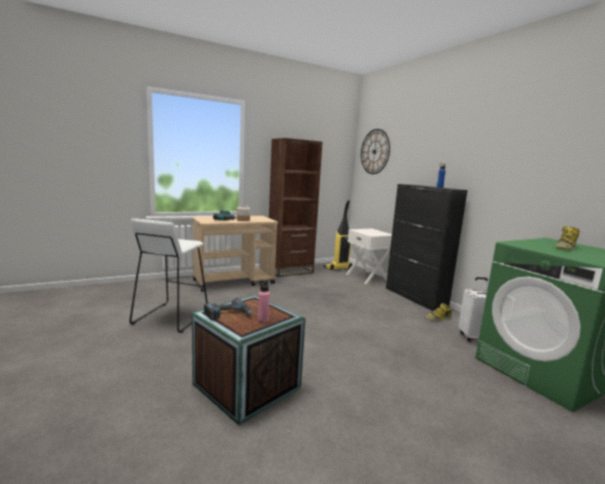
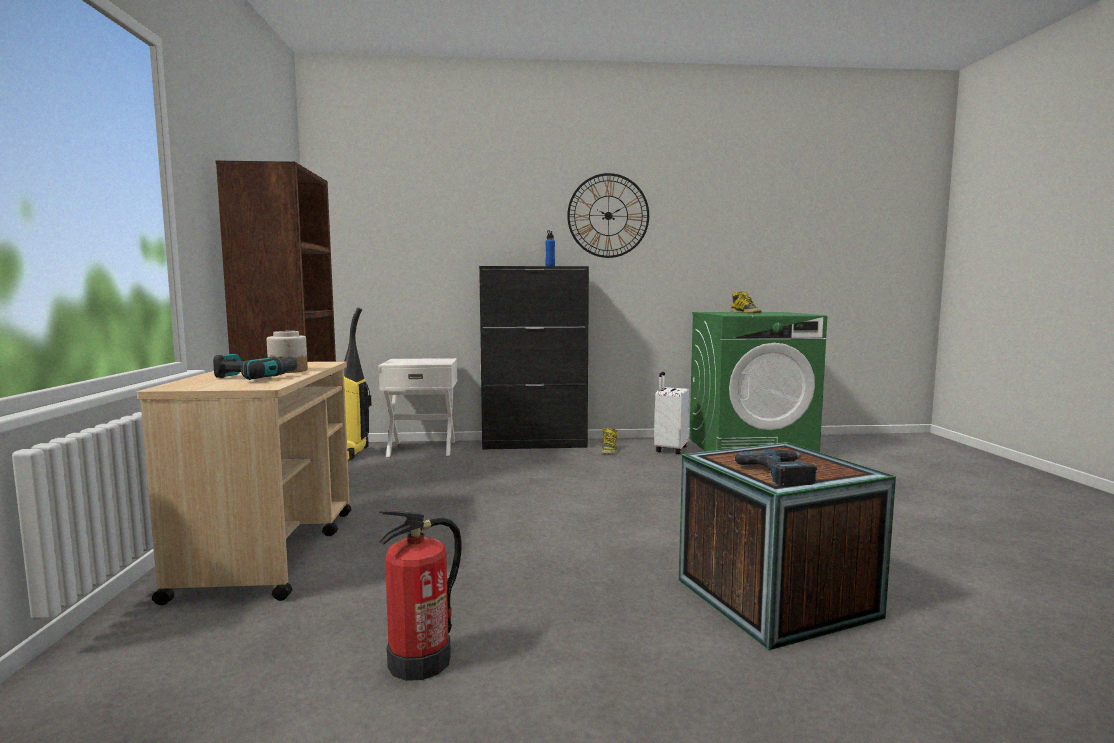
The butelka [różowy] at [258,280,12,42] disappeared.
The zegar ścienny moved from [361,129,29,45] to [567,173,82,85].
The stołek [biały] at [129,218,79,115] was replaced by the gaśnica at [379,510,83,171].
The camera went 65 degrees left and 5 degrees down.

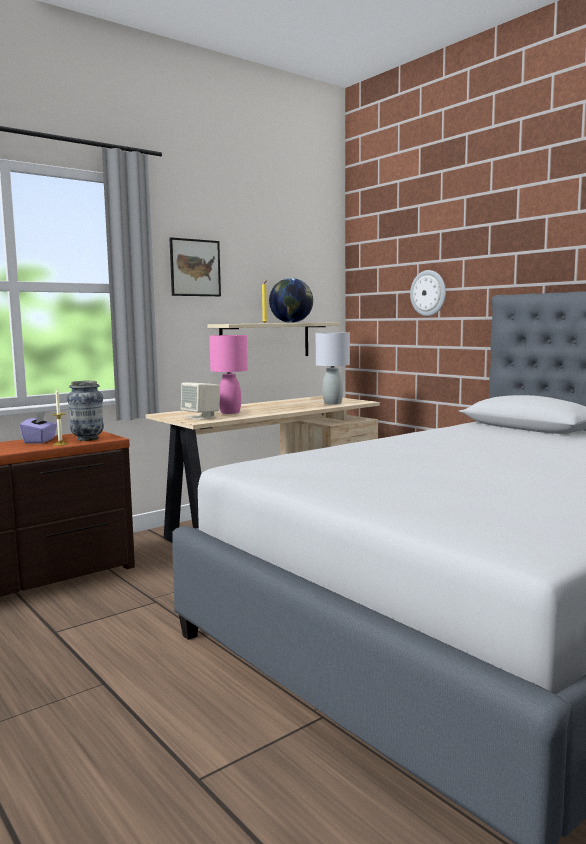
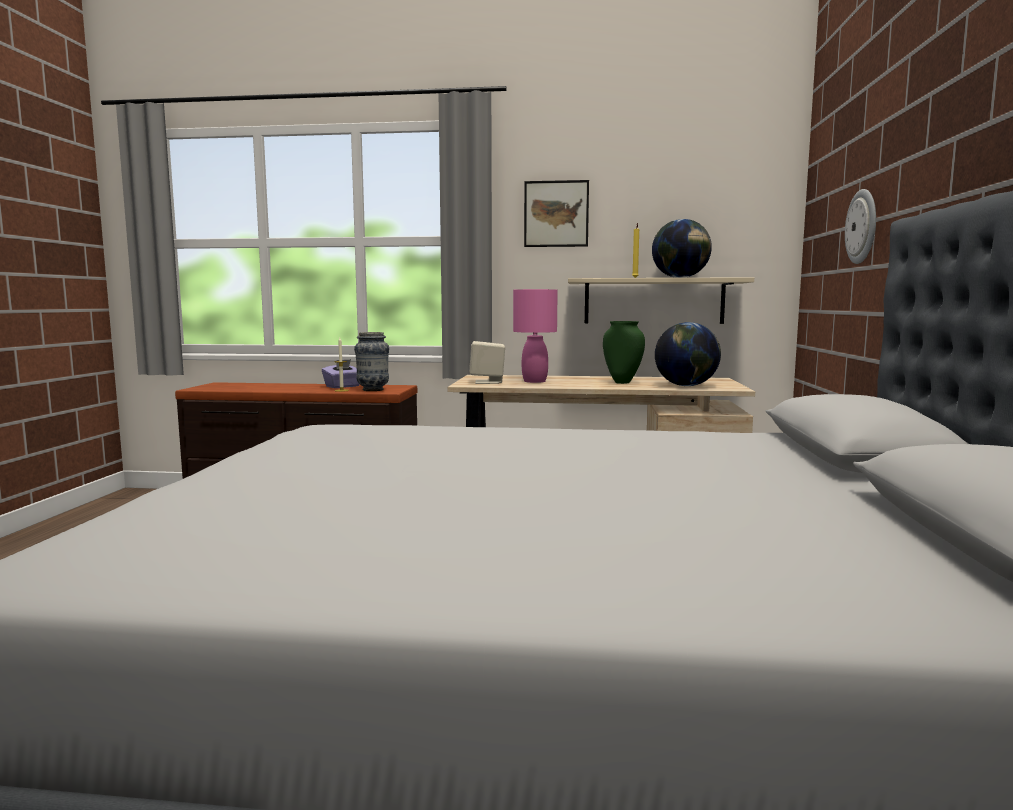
The wazon [zielony] at [603,321,42,63] appeared.
The lampa stołowa [szary] at [316,332,34,73] was replaced by the globus at [655,322,66,64].
The camera went 45 degrees right and 0 degrees up.

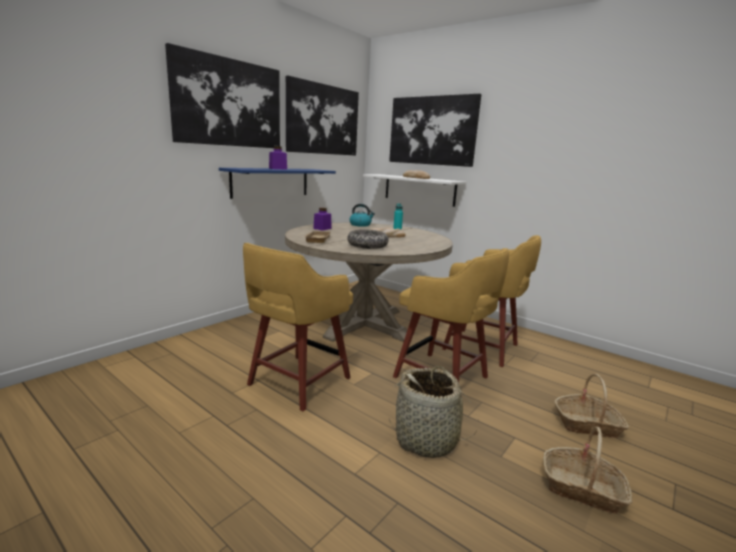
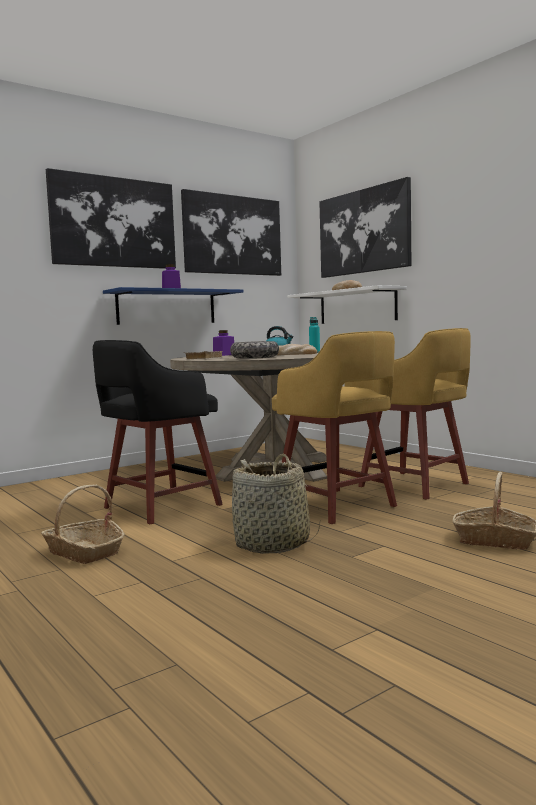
The koszyk moved from [543,426,90,88] to [41,485,84,79].
The stołek [żółty] at [243,243,110,168] became the stołek [czarny] at [93,340,130,184].
The camera went 15 degrees right and 10 degrees down.

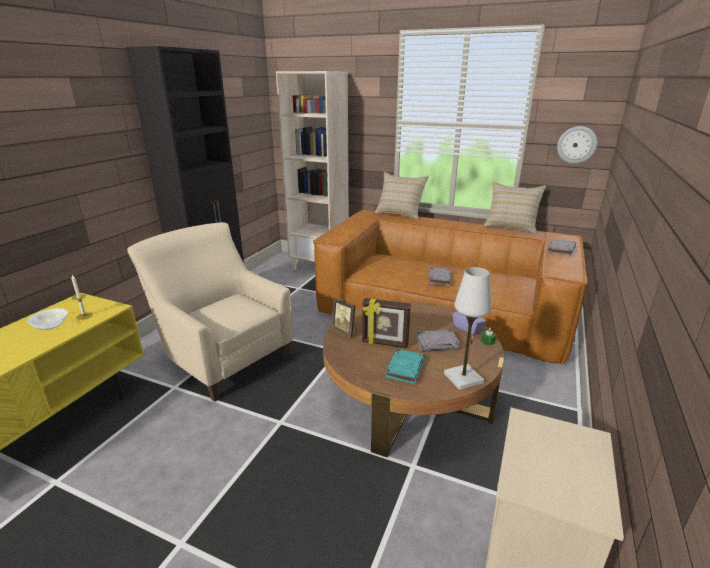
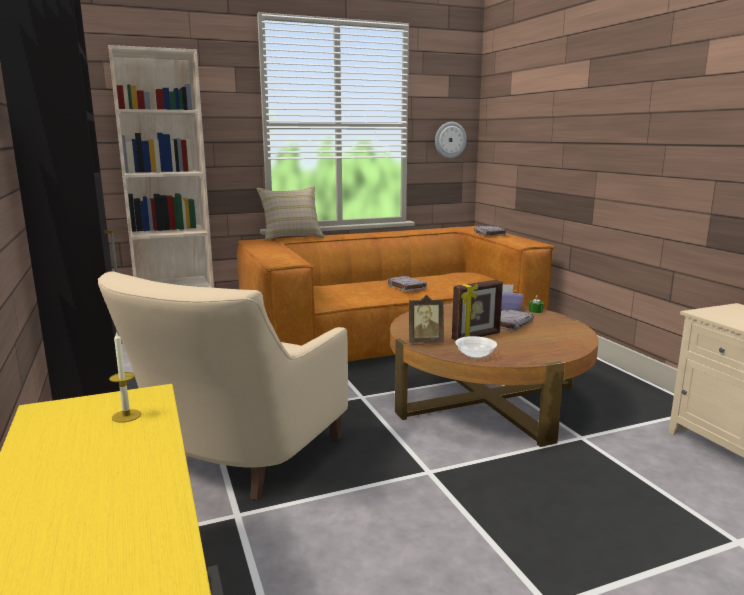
The książka [turkusowy] at [386,349,39,35] disappeared.
The lampa stołowa [biały] at [444,267,47,123] disappeared.
The poduszka [beżowy] at [484,181,62,53] disappeared.
The miska moved from [27,308,41,22] to [455,336,42,23].
The fotel [beżowy] at [127,222,166,180] turned 60 degrees counterclockwise.
The camera went 45 degrees left and 10 degrees down.

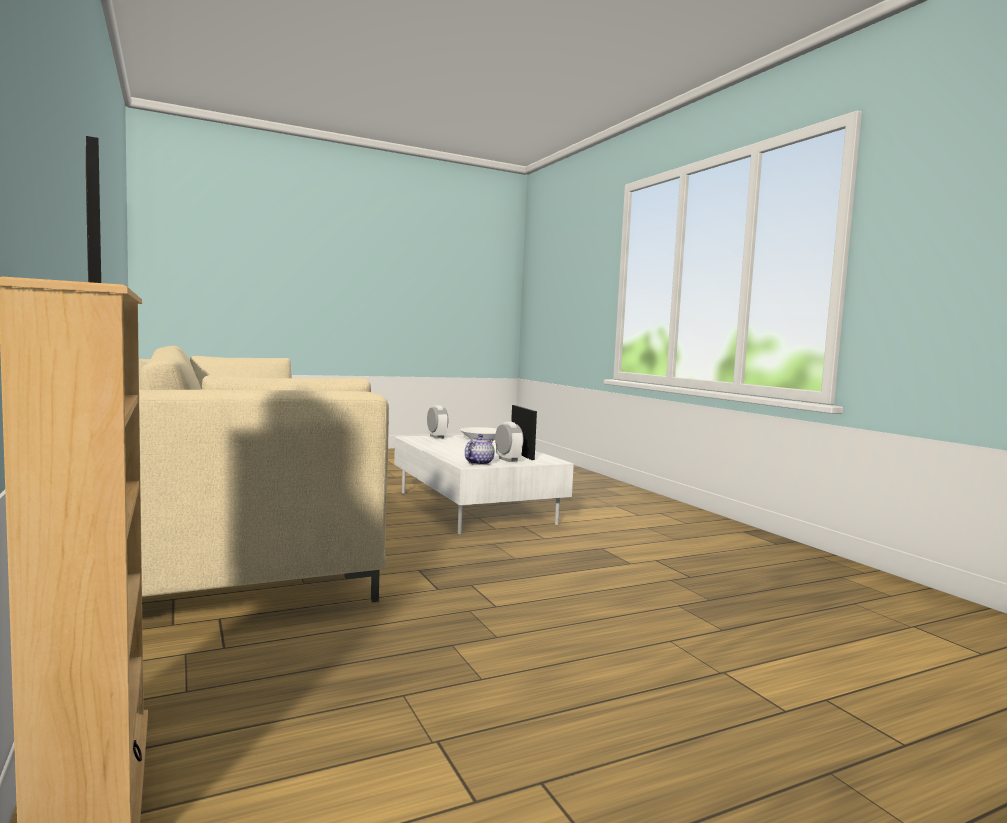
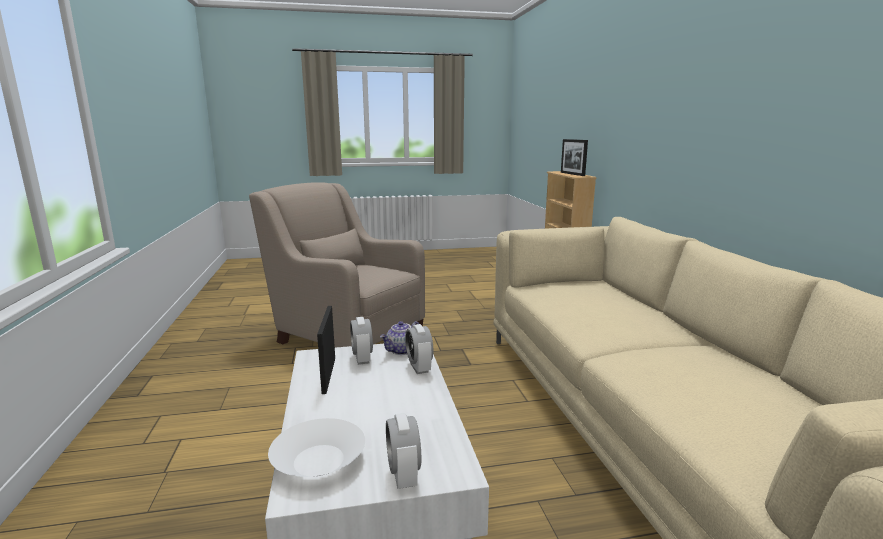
The fotel [beżowy] at [249,182,176,166] appeared.
The budzik at [405,324,29,50] appeared.
The camera went 165 degrees left and 10 degrees up.

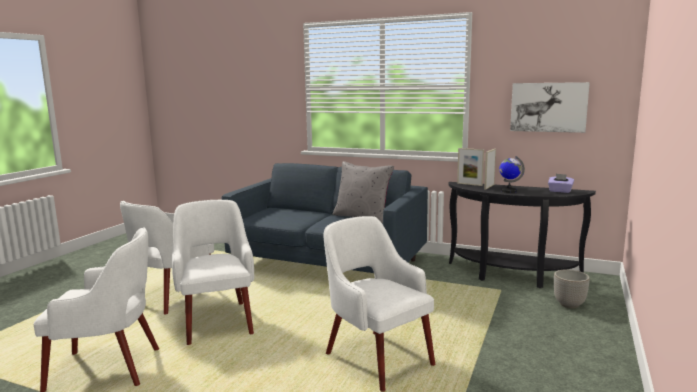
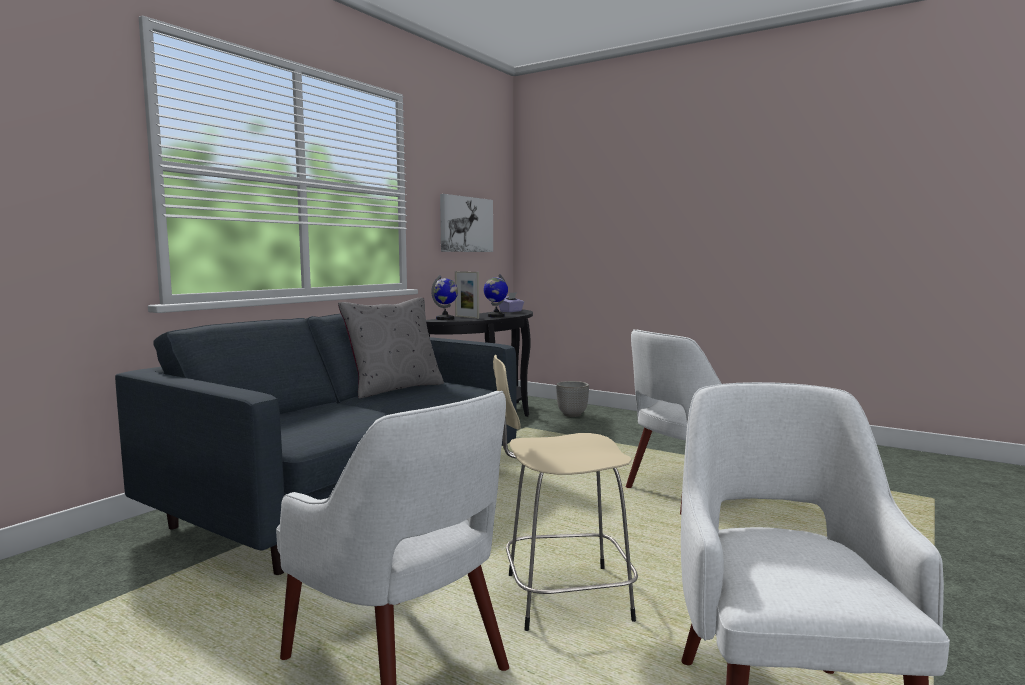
The fotel [biały] at [172,200,82,145] was replaced by the stołek [beżowy] at [493,355,145,276].
The ramka na zdjęcie at [457,148,27,38] was replaced by the globus at [431,275,27,45].
The camera went 80 degrees left and 5 degrees down.

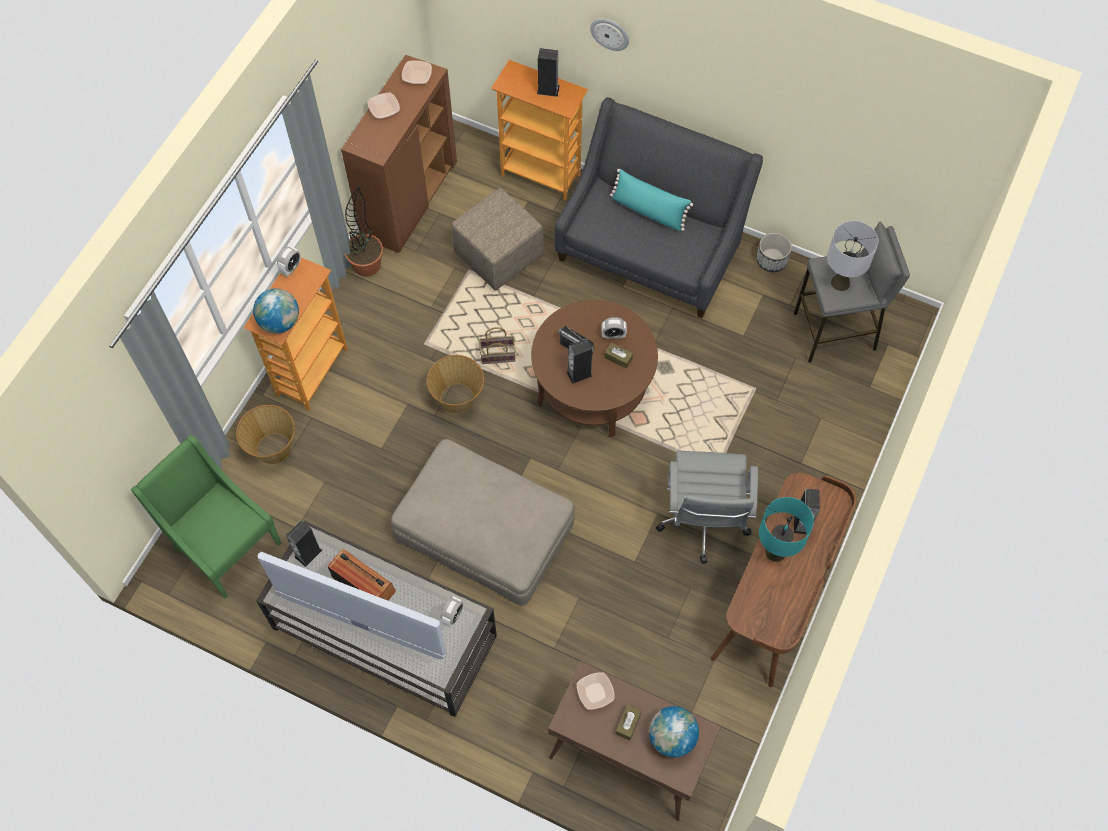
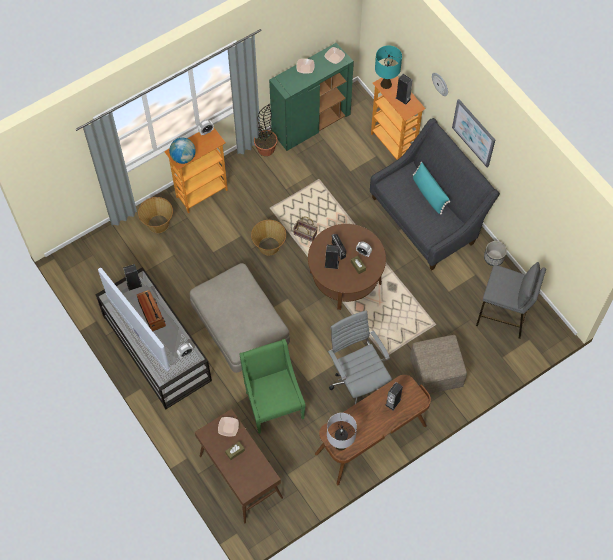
The globus at [649,706,50,51] disappeared.
The obraz at [452,99,43,69] appeared.
The fotel [zielony] moved from [131,435,150,164] to [239,339,67,95].
The pufa [beżowy] moved from [452,188,91,103] to [410,335,57,59].
The lampa stołowa [turkusowy] moved from [759,497,55,65] to [375,45,27,44].
The lampa stołowa [szary] moved from [827,221,51,70] to [327,413,30,38].
The szafka [brązowy] at [341,55,116,198] became the szafka [zielony] at [269,43,85,108].
The krzesło biurowe [szary] at [656,451,102,113] turned 120 degrees clockwise.
The camera went 30 degrees right and 0 degrees up.

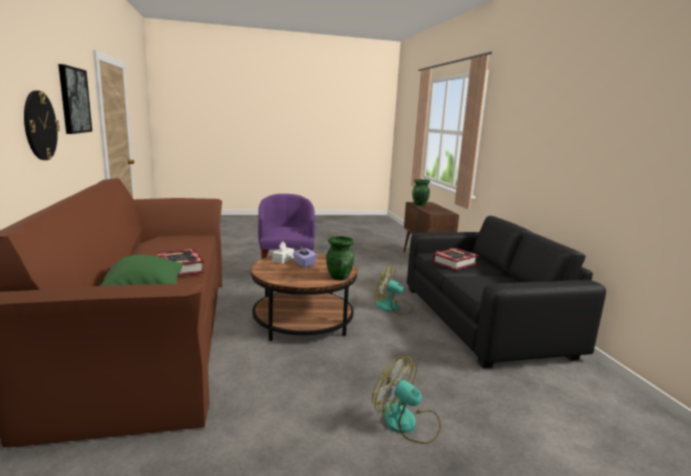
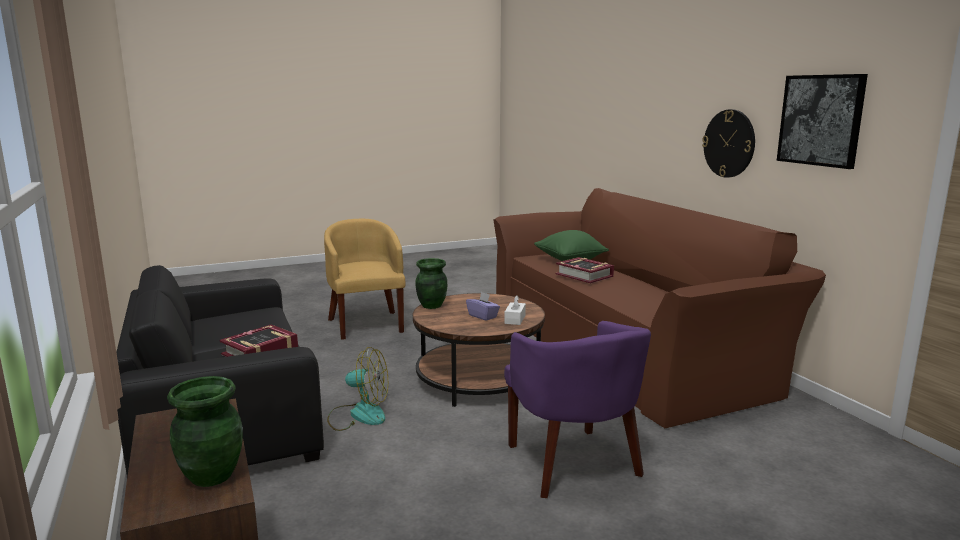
The wentylator at [372,356,69,88] was replaced by the fotel [żółty] at [324,219,82,121].
The camera went 170 degrees right and 0 degrees up.

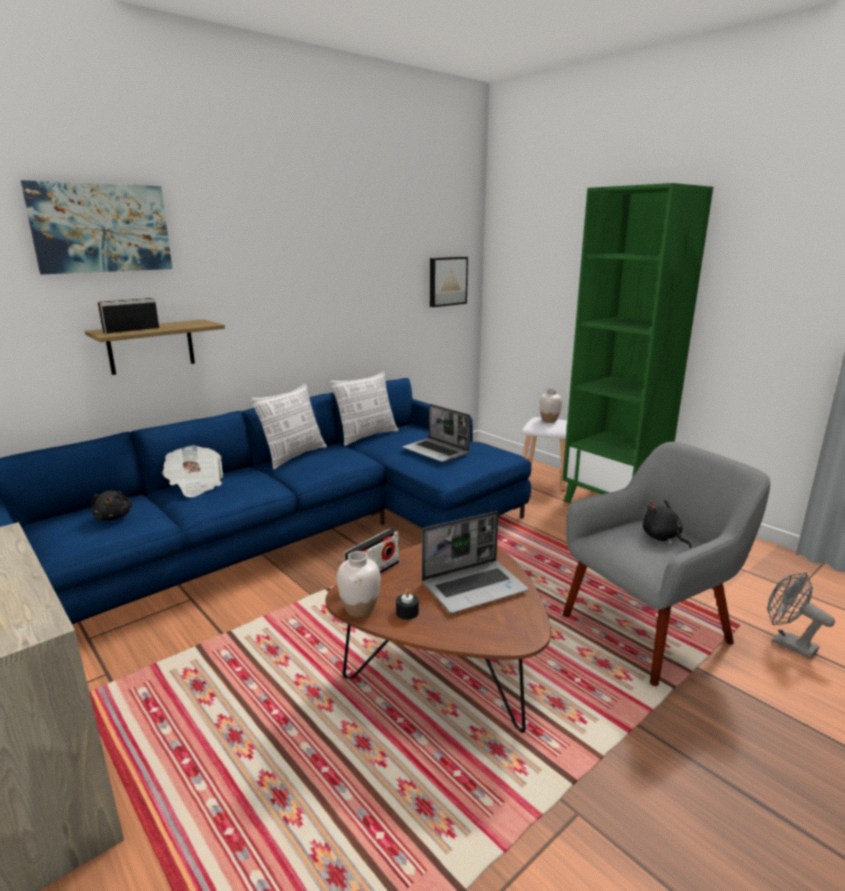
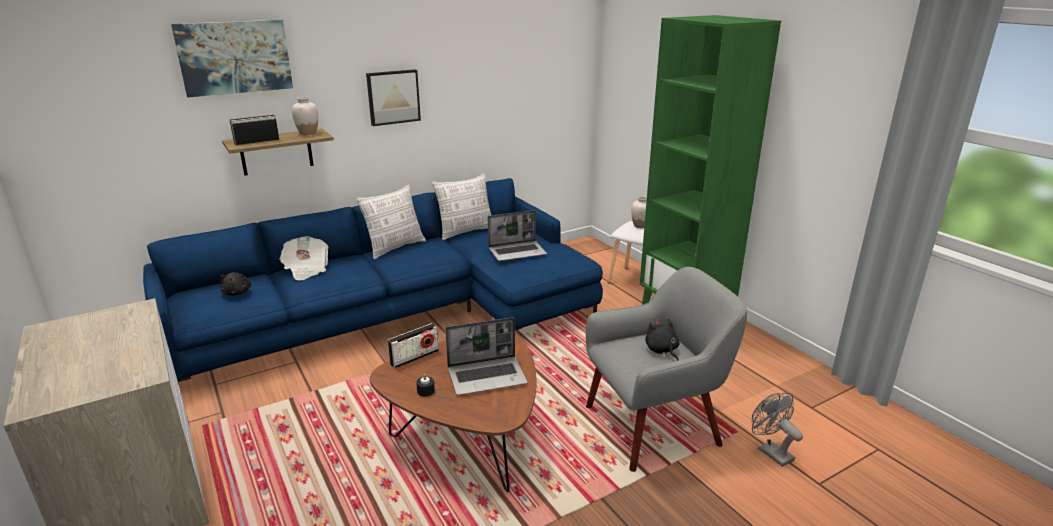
The wazon [biały] moved from [337,551,44,66] to [292,97,26,38].
The obraz moved from [430,257,38,50] to [366,69,55,57].
The laptop at [402,404,69,58] turned 75 degrees counterclockwise.
The camera went 10 degrees right and 5 degrees up.

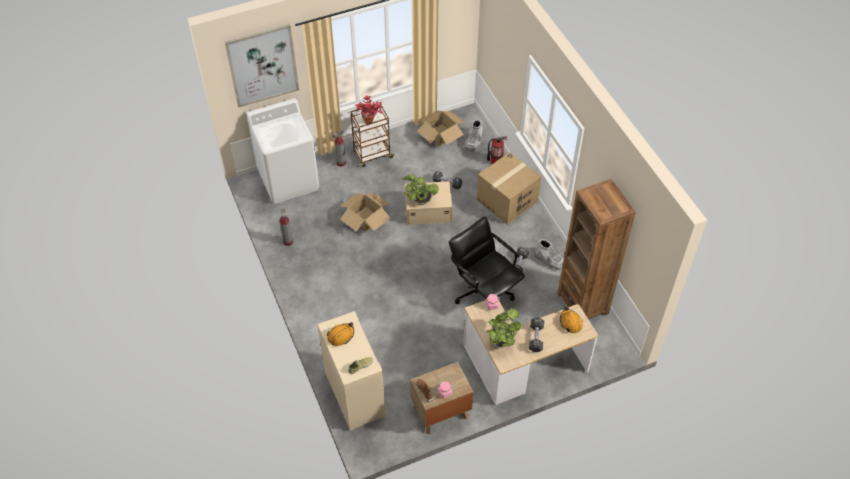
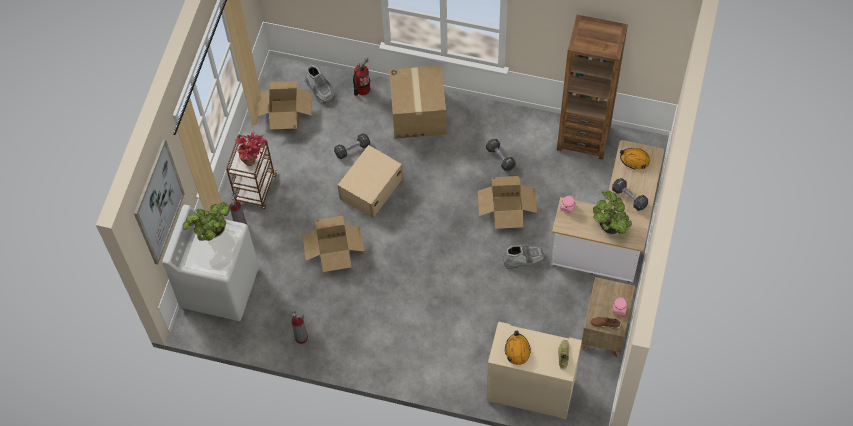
The roślina doniczkowa moved from [402,174,37,31] to [183,202,47,39].
The but z cholewką [szary] moved from [534,239,30,31] to [503,245,41,24].
The krzesło biurowe [czarny] at [449,217,76,87] was replaced by the karton at [477,176,60,53].
The camera went 50 degrees left and 10 degrees up.

